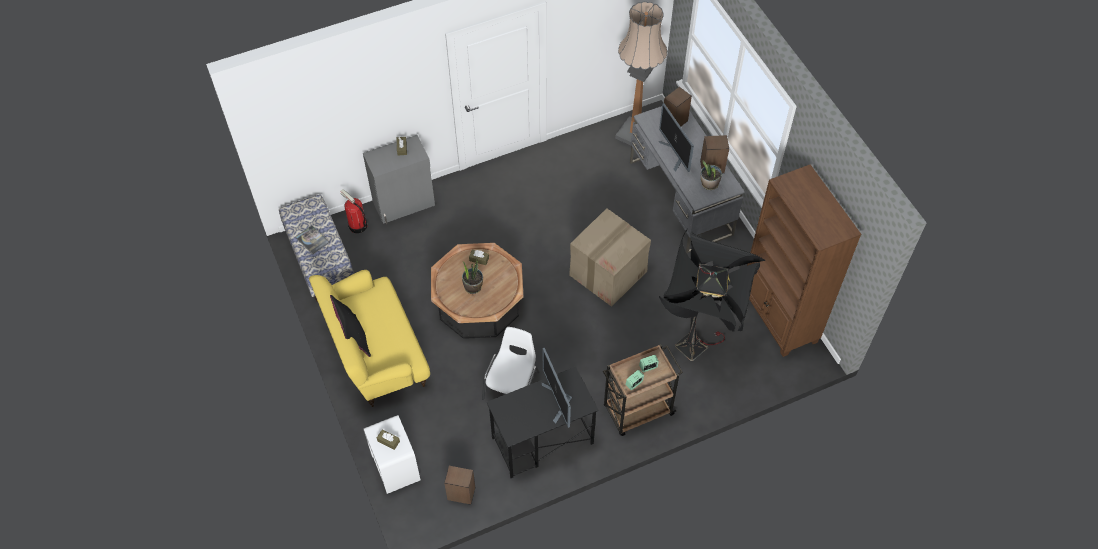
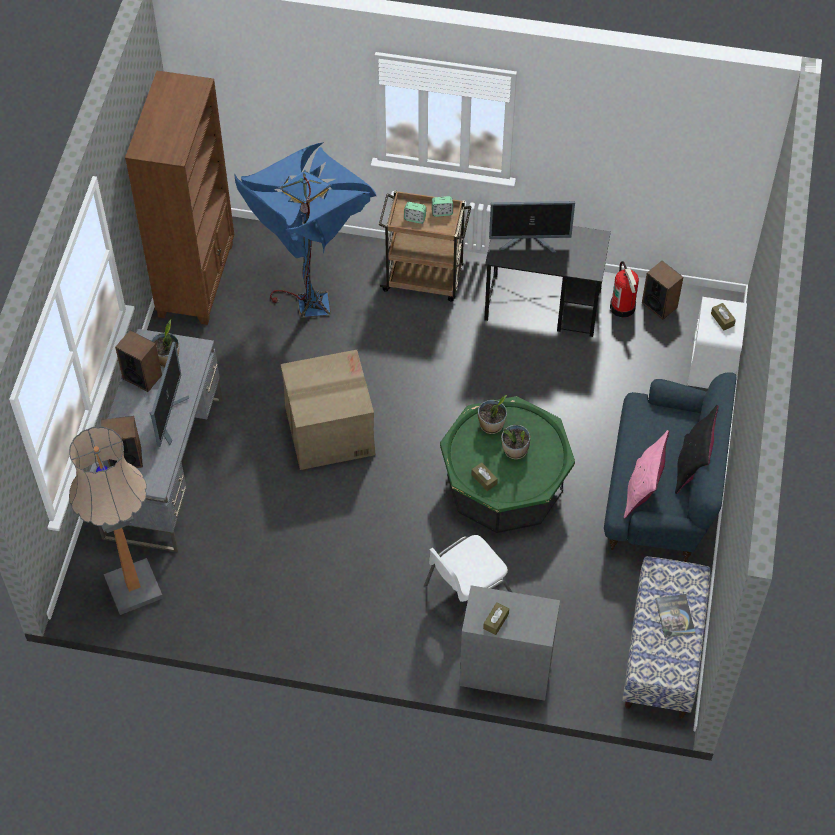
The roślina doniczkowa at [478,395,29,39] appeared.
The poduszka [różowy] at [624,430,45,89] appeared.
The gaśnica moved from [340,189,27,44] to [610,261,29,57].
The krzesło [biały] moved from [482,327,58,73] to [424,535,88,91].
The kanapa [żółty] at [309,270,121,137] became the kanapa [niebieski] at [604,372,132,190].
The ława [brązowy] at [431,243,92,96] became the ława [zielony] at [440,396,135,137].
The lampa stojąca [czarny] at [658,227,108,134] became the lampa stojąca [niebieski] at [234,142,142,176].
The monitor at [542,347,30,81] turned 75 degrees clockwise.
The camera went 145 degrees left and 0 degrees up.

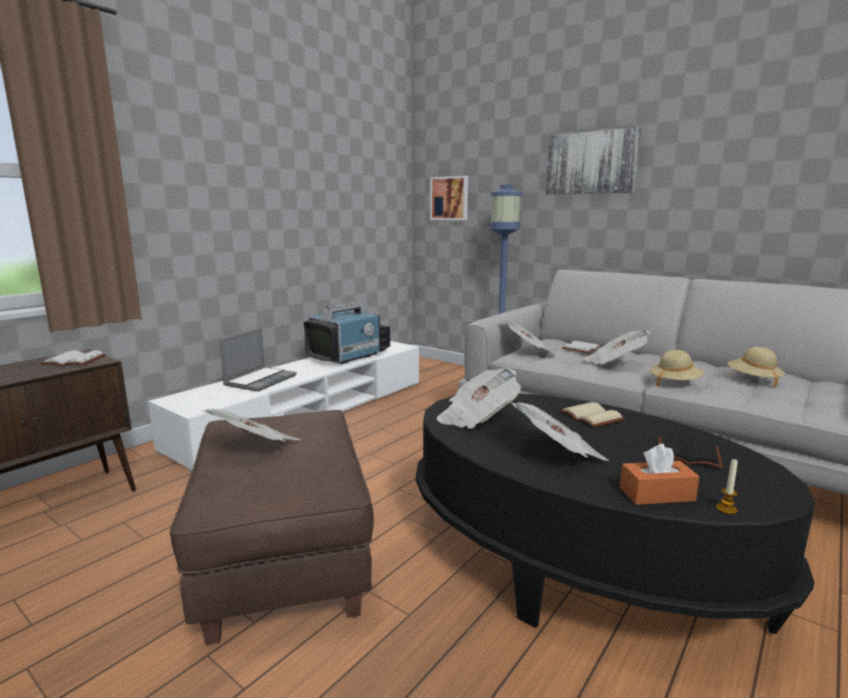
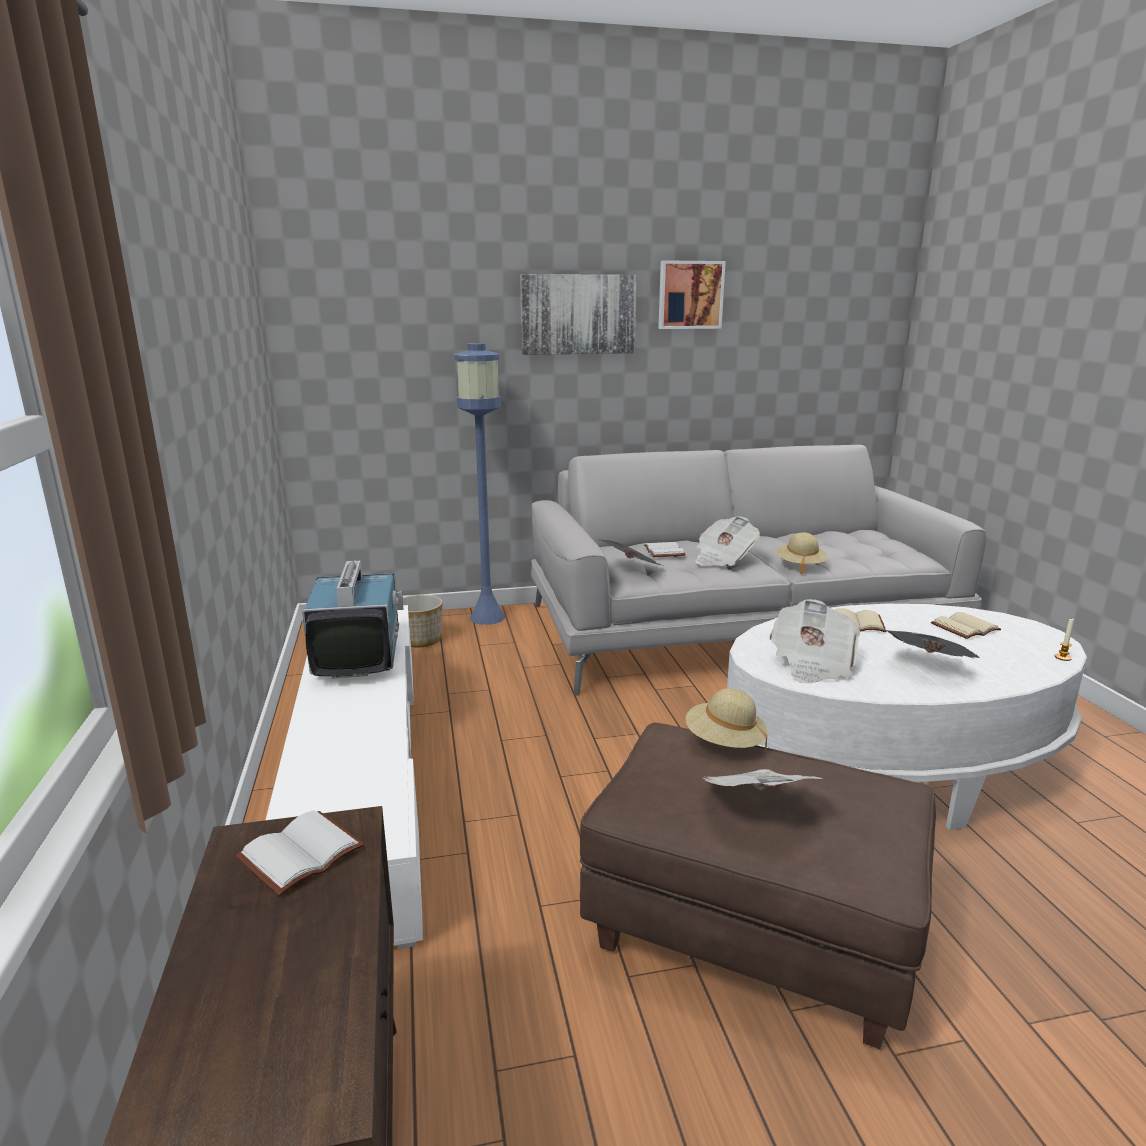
The laptop at [219,328,78,64] disappeared.
The pudełko chusteczek [pomarańczowy] at [620,444,80,61] disappeared.
The donica at [403,594,39,54] appeared.
The obraz moved from [430,176,38,44] to [658,260,68,69].
The kapelusz [beżowy] moved from [728,347,57,41] to [686,688,81,64].
The ława [czarny] at [416,393,399,241] became the ława [biały] at [727,604,360,226].
The książka [czarny] at [658,435,65,34] became the książka [beżowy] at [931,612,70,27].
The camera went 50 degrees left and 5 degrees up.

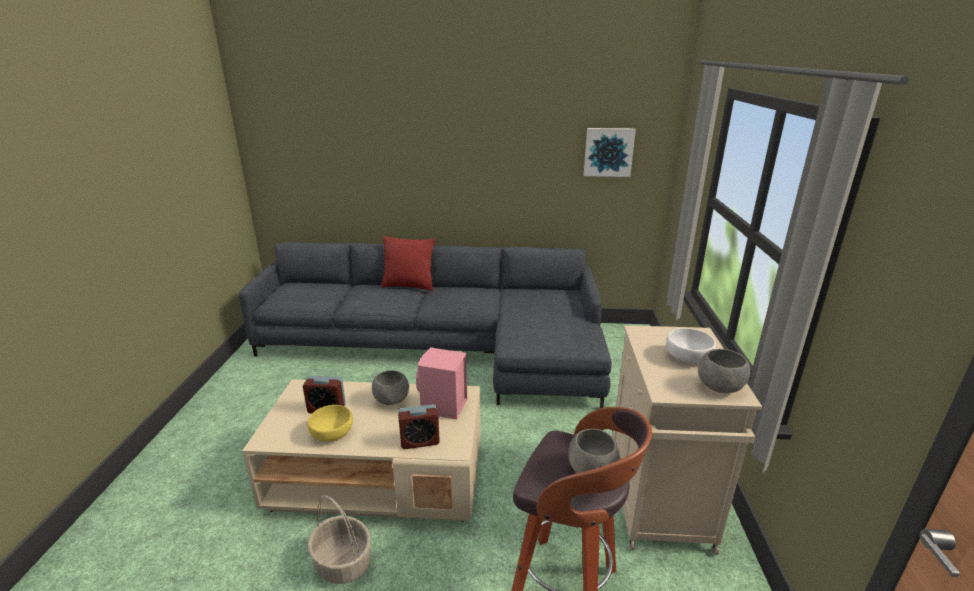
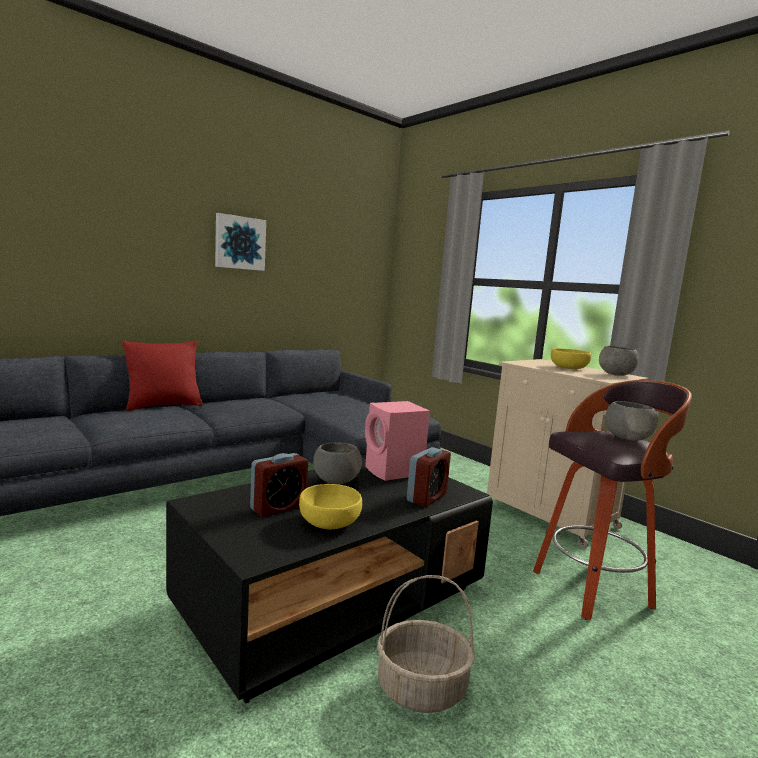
The obraz moved from [584,128,52,49] to [215,213,51,58].
The ława [beżowy] at [242,379,238,143] became the ława [czarny] at [166,459,327,244].
The miska [biały] at [666,328,50,36] became the miska [żółty] at [551,348,40,21].
The camera went 45 degrees left and 15 degrees down.

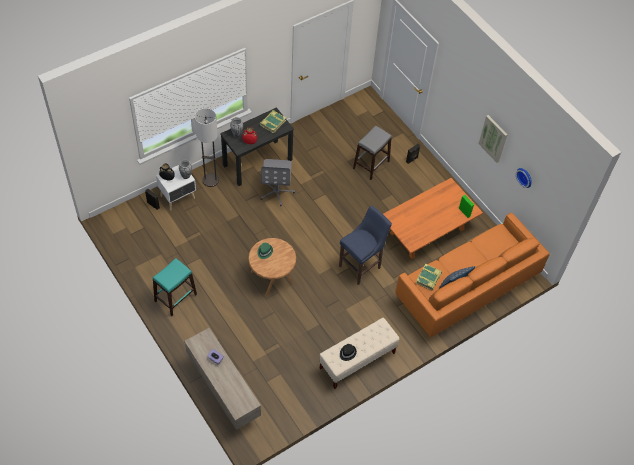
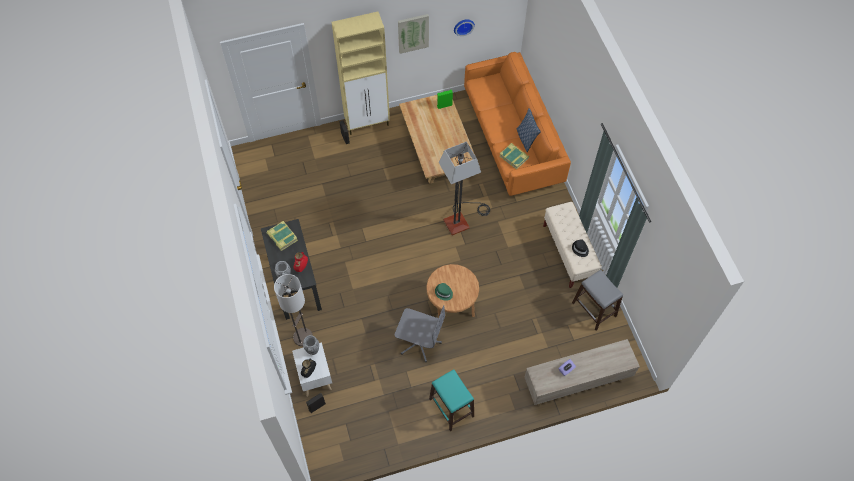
The szafka [beżowy] at [332,12,58,123] appeared.
The krzesło biurowe [szary] moved from [260,159,35,47] to [395,305,50,57].
The stołek [szary] moved from [353,126,39,54] to [572,270,51,60].
The stołek [niebieski] at [339,206,53,79] was replaced by the lampa stojąca at [439,142,51,93].
The ława [pomarańczowy] at [383,178,100,81] became the ława [beżowy] at [399,95,76,89].
The camera went 70 degrees left and 5 degrees up.

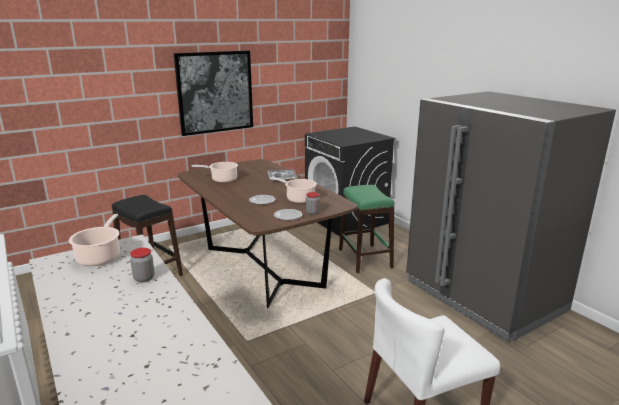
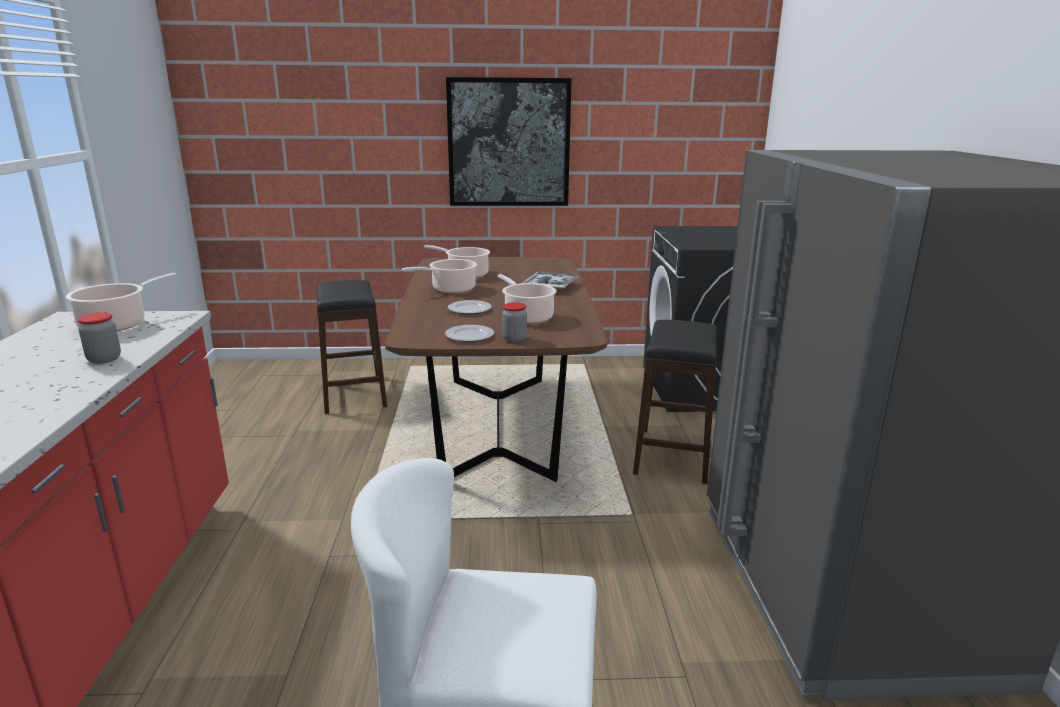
The garnek at [402,259,75,34] appeared.
The stołek [zielony] at [339,185,55,88] became the stołek [czarny] at [633,320,84,164].
The camera went 30 degrees right and 0 degrees up.

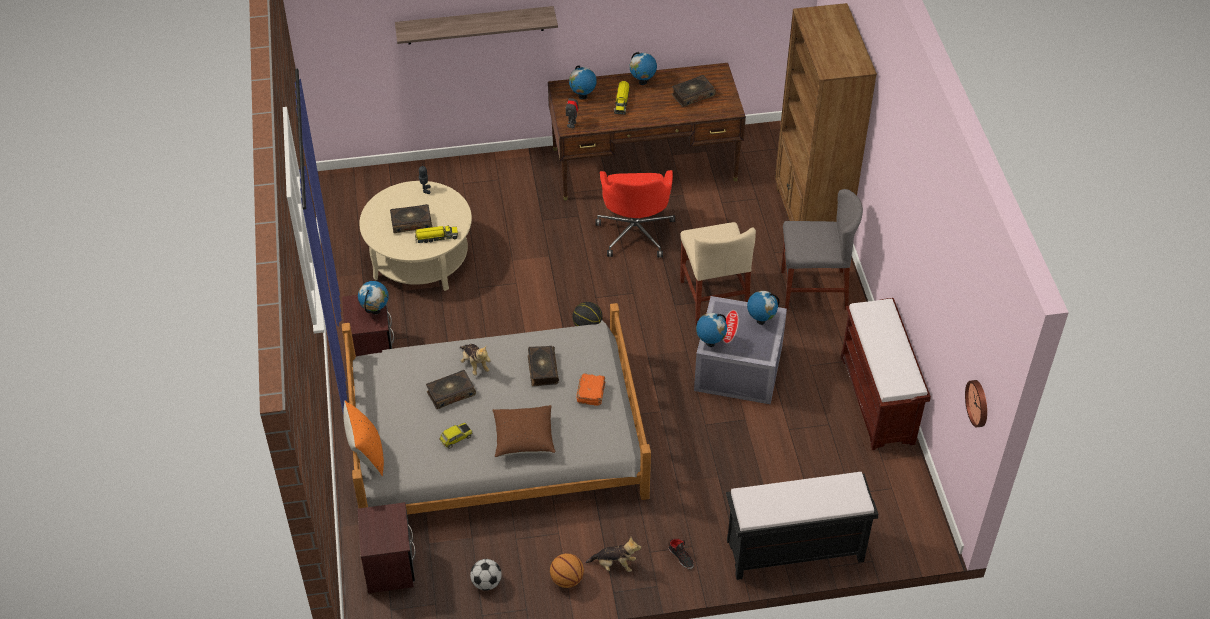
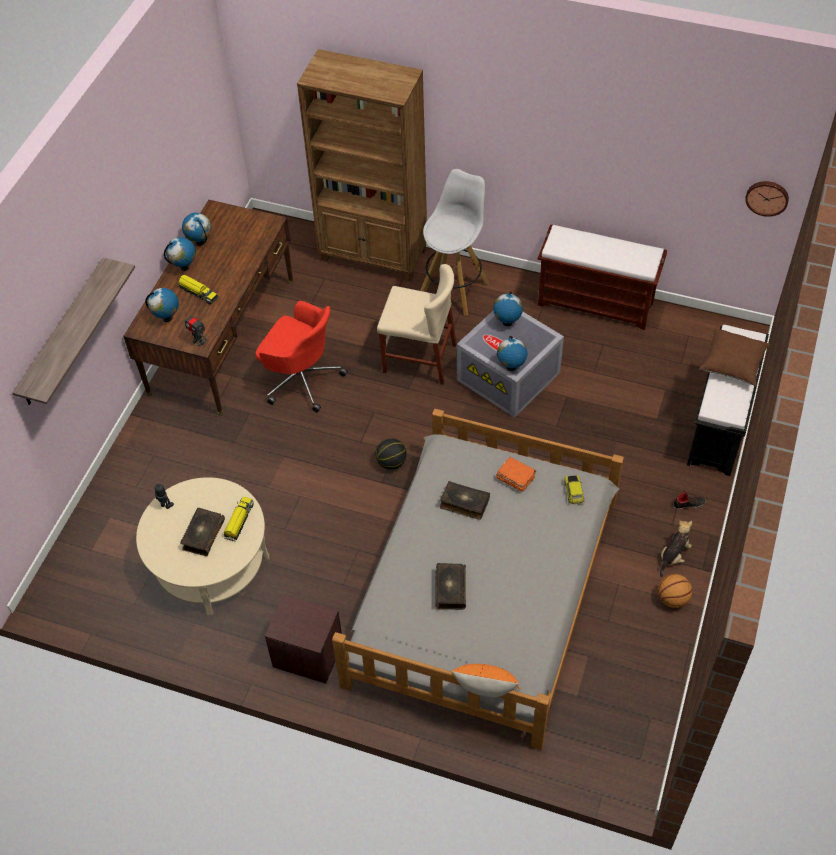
The szafka nocna [brązowy] at [357,502,58,91] disappeared.
The pluszak at [460,344,31,31] disappeared.
The piłka futbolowa at [470,559,32,32] disappeared.
The książka at [672,75,44,32] disappeared.
The globus moved from [358,281,31,33] to [182,213,29,33].
The samochodzik moved from [439,423,34,26] to [564,475,21,30].
The poduszka [brązowy] moved from [492,405,64,52] to [699,328,71,58].
The krzesło [szary] at [781,189,82,121] was replaced by the stołek [biały] at [420,169,69,146].
The camera went 60 degrees left and 5 degrees up.

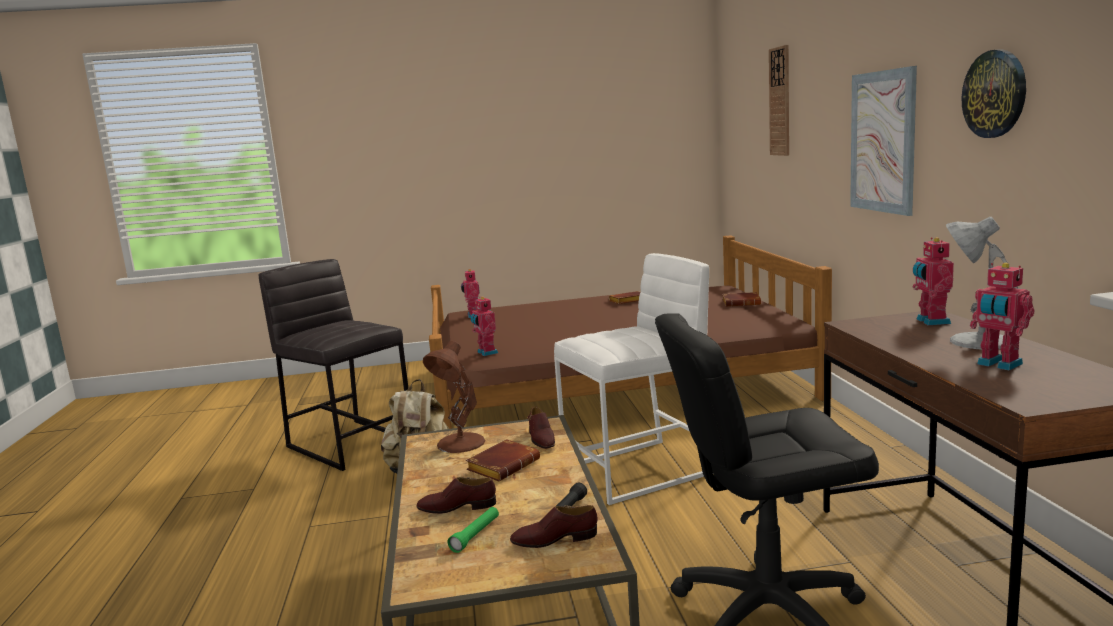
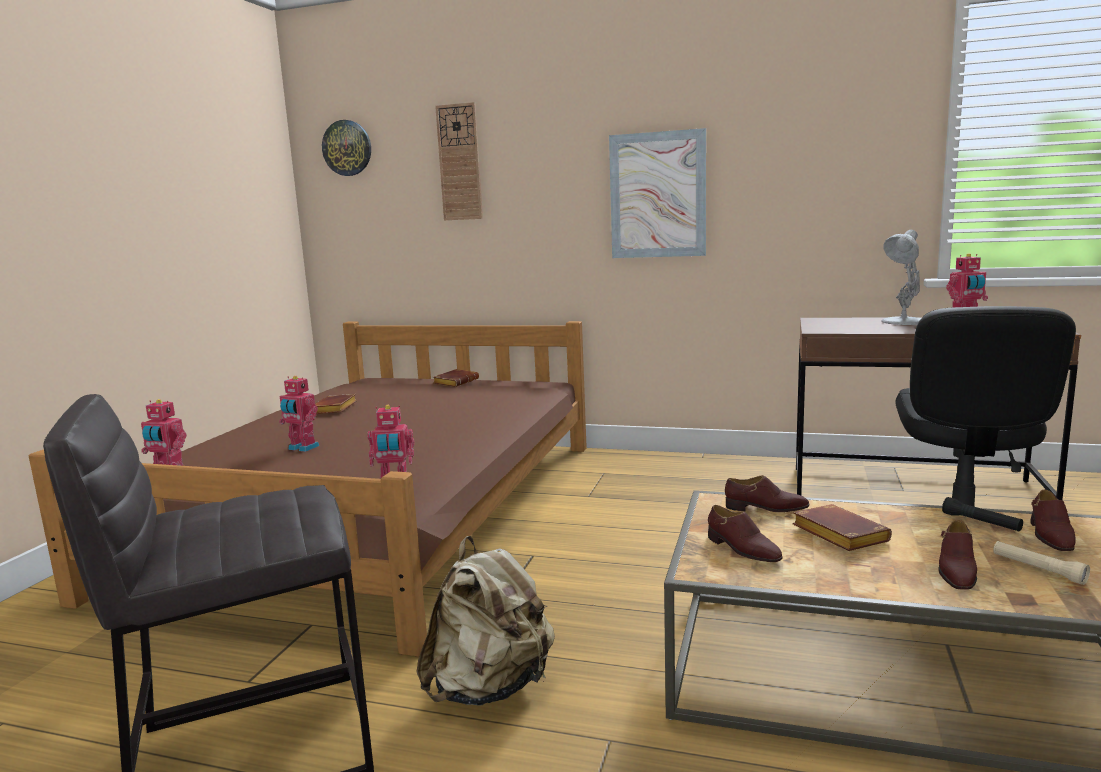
The stołek [biały] at [554,253,155,252] disappeared.
The robot zabawkowy moved from [913,237,41,88] to [279,376,40,76].
The zegar ścienny moved from [962,49,64,89] to [322,120,49,56].
The lampa stołowa [brązowy] at [423,341,62,112] was replaced by the but [brązowy] at [708,505,75,57].
The latarka [zielony] at [448,507,51,46] became the latarka [beżowy] at [993,541,97,44].
The camera went 65 degrees left and 0 degrees up.

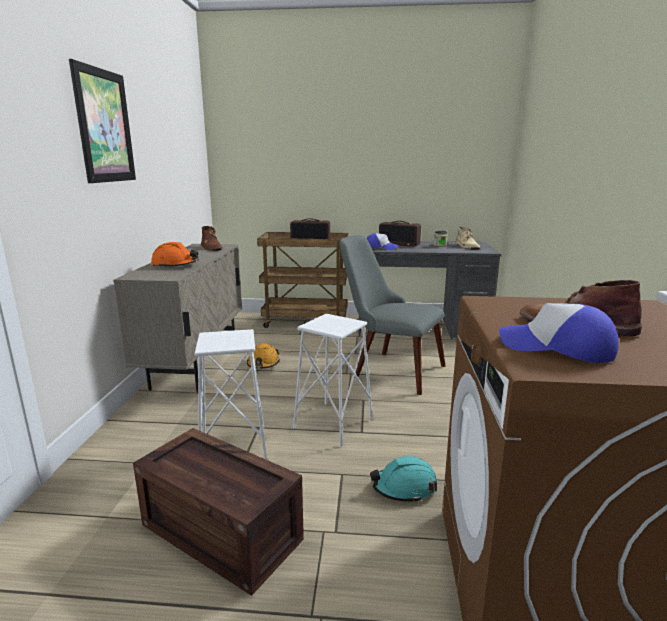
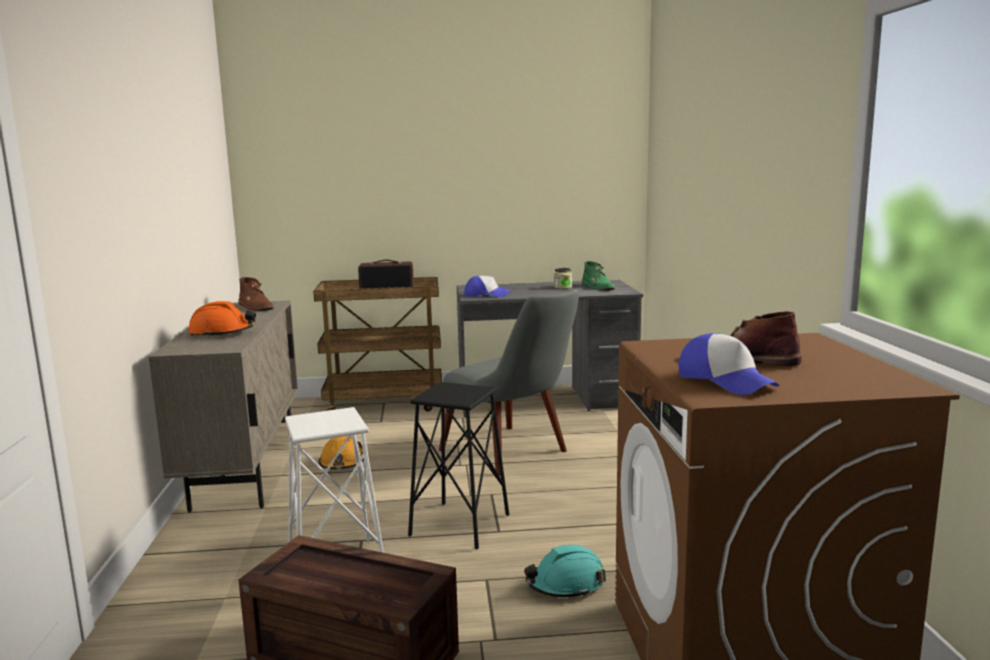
The obraz at [69,59,67,124] disappeared.
The radio at [379,221,42,26] disappeared.
The stołek [biały] at [293,314,80,132] became the stołek [czarny] at [408,382,101,168].
The but z cholewką [beżowy] at [455,226,25,24] became the but z cholewką [zielony] at [582,261,33,29].
The krzesło [szary] at [339,235,106,160] turned 150 degrees counterclockwise.
The czapka z daszkiem at [499,303,120,60] turned 135 degrees counterclockwise.
The camera went 10 degrees left and 5 degrees down.

